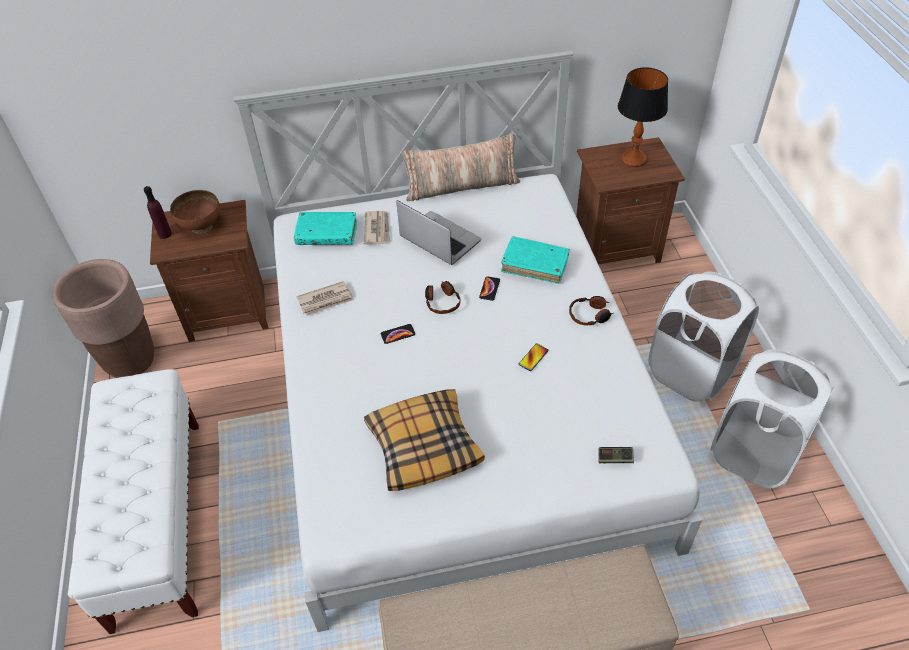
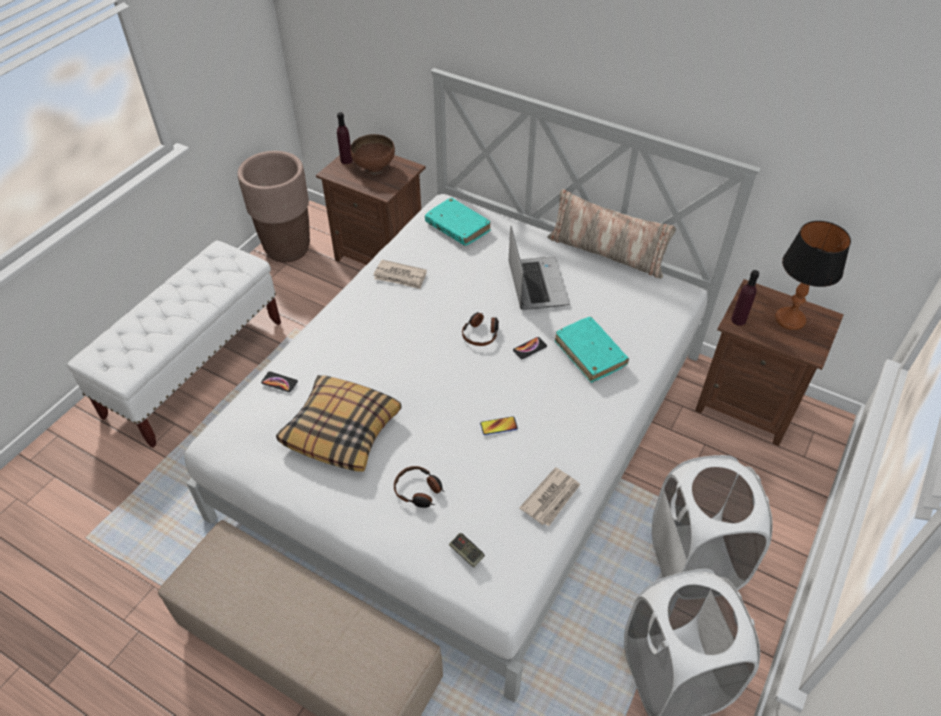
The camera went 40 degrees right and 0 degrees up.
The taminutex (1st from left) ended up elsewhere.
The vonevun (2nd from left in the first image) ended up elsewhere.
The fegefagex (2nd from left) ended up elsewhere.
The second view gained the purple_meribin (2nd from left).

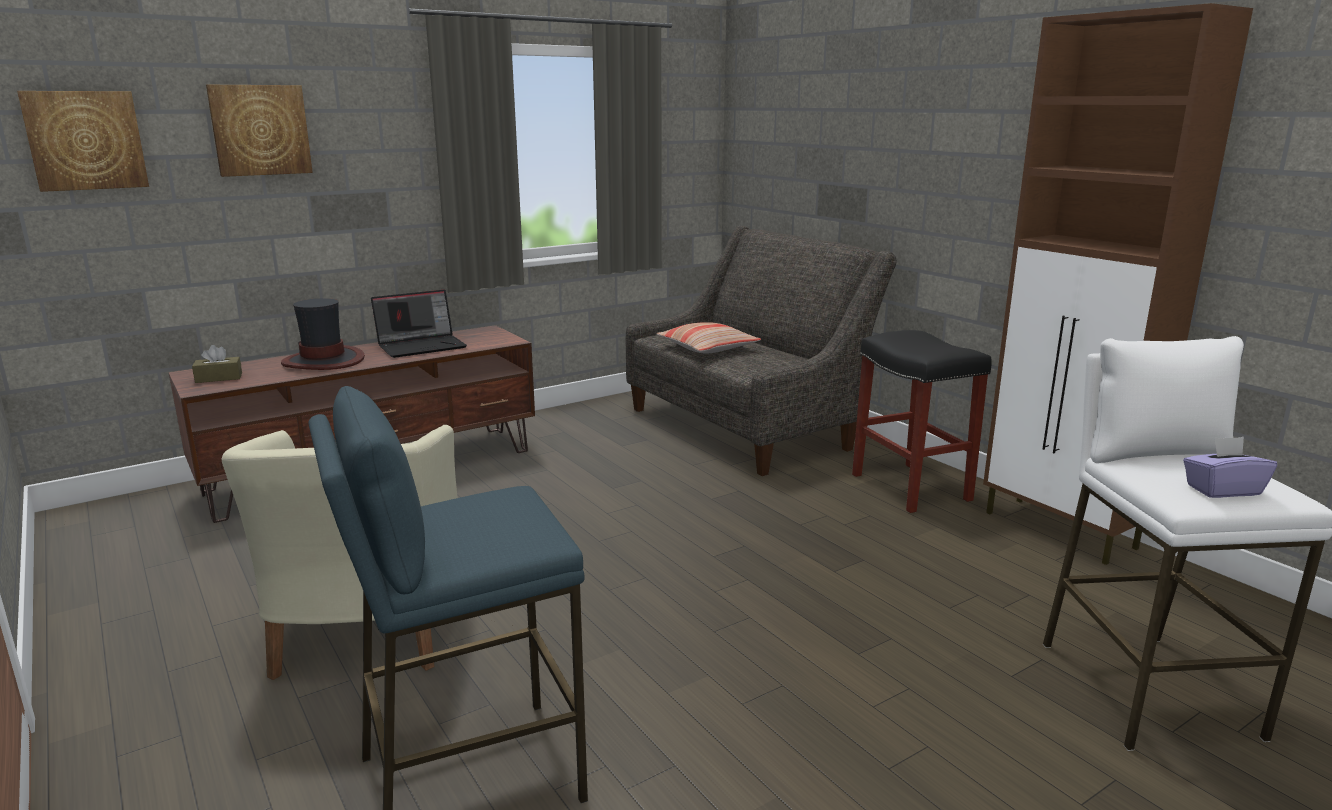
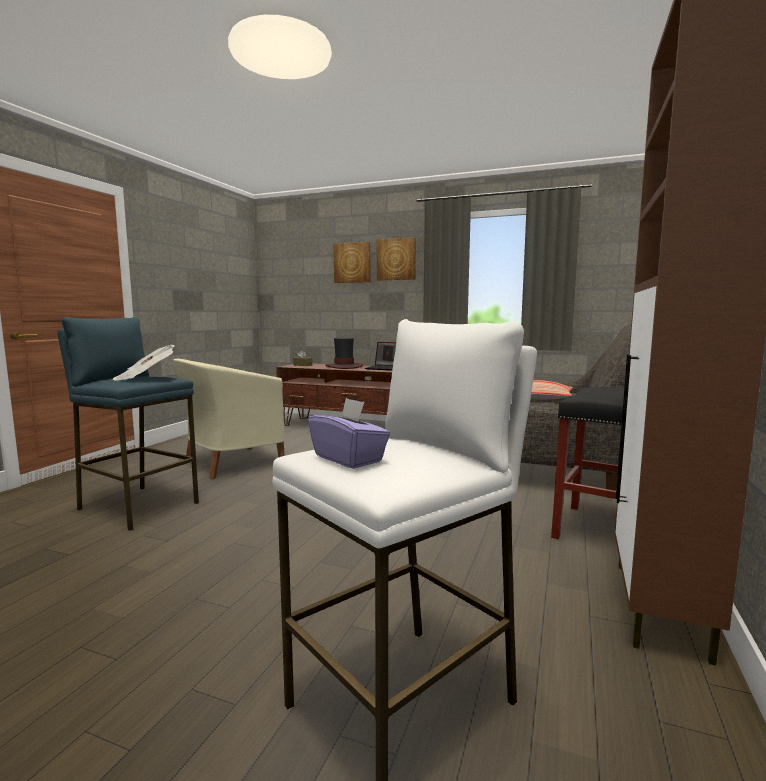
The camera went 55 degrees right and 10 degrees down.
The second view gained the fegefagex.
The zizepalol (1st from left in the first image) ended up elsewhere.

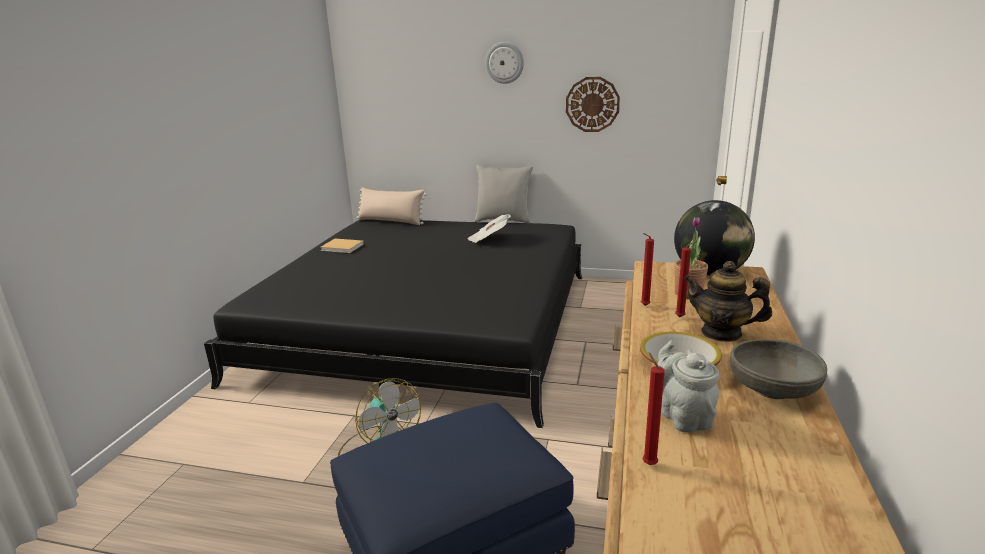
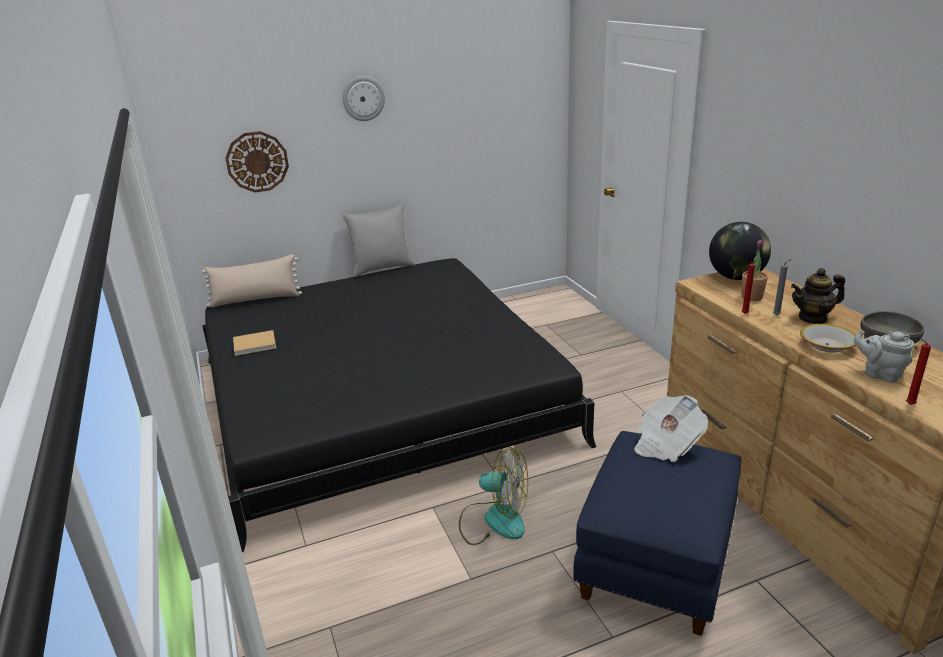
The camera went 35 degrees left and 5 degrees up.
The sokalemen (2nd from left in the first image) ended up elsewhere.
The fegefagex ended up elsewhere.
What was the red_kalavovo (3rd from left) turned into the grey_kalavovo.

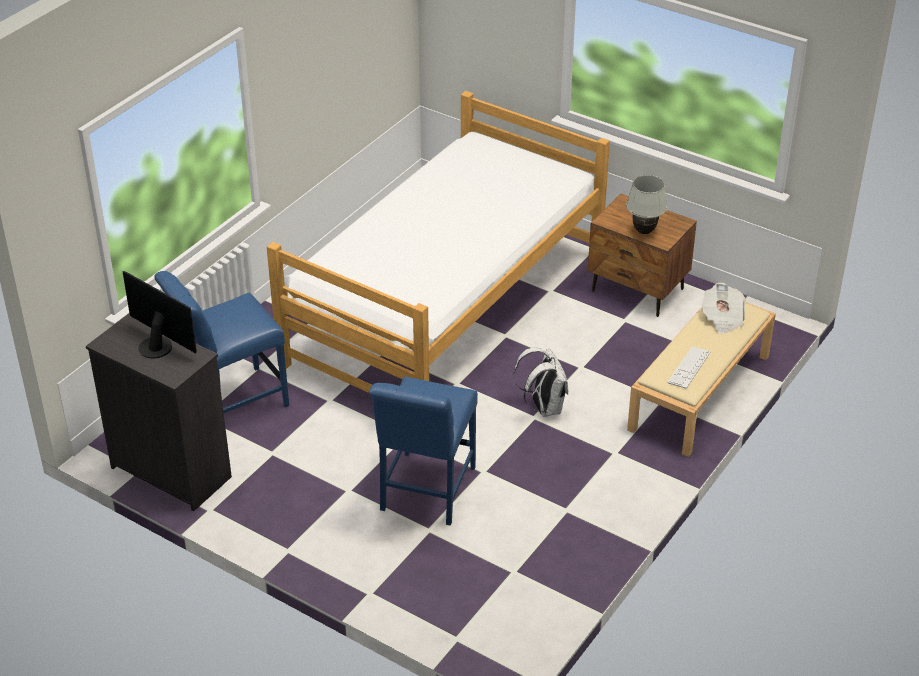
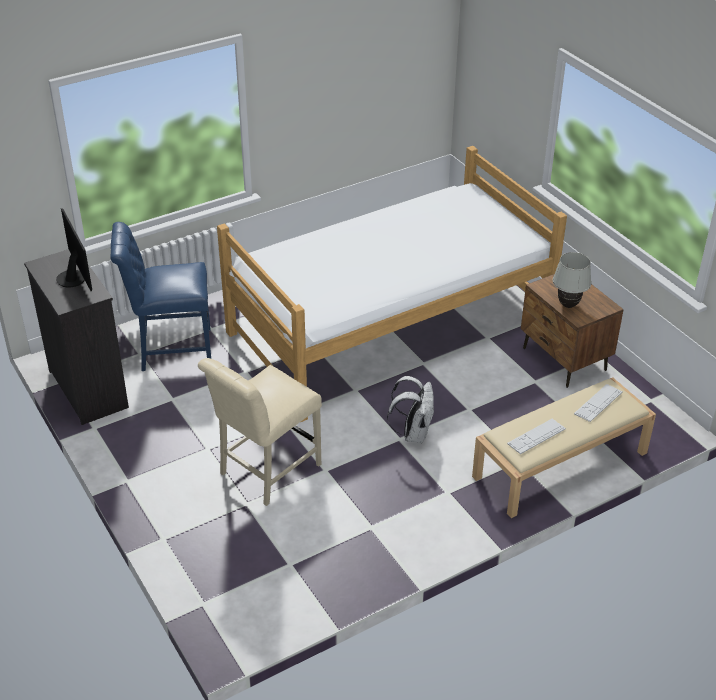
The camera went 25 degrees right and 0 degrees up.
What was the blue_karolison (2nd from left) turned into the beige_karolison.
Where the fegefagex stood, the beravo (2nd from left) came to stand.

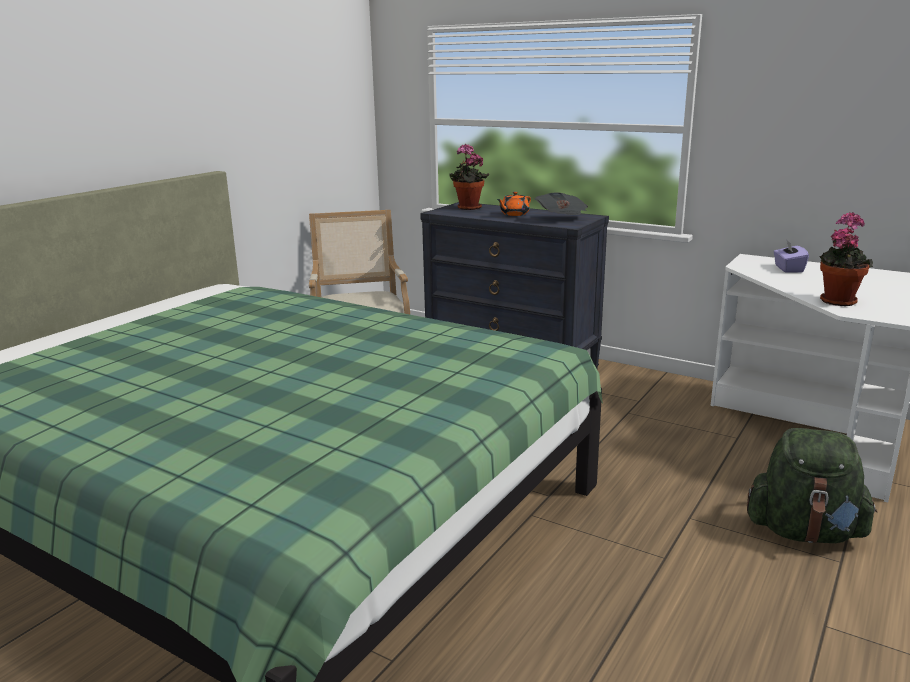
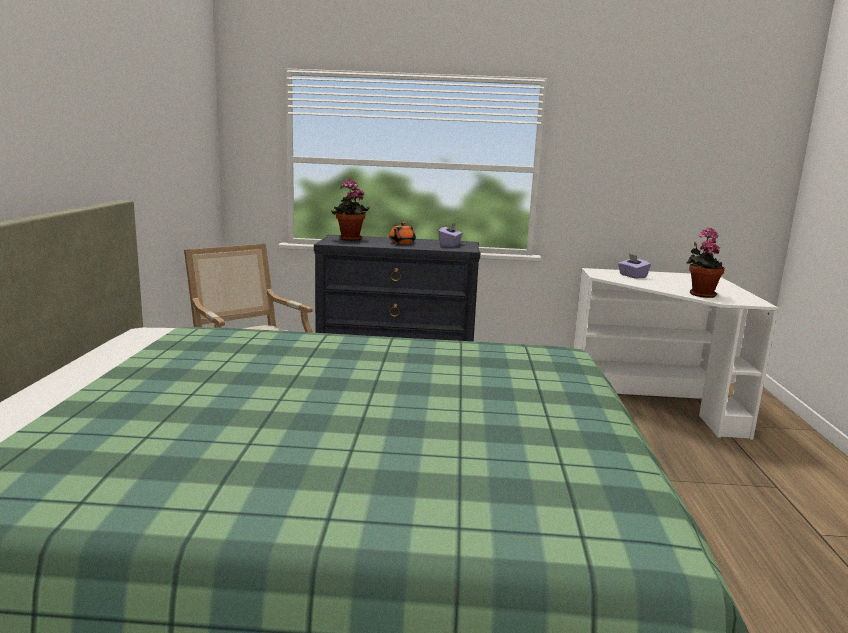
The camera went 30 degrees left and 5 degrees down.
Where the fegefagex stood, the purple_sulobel (1st from left) came to stand.
The second view lost the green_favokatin.

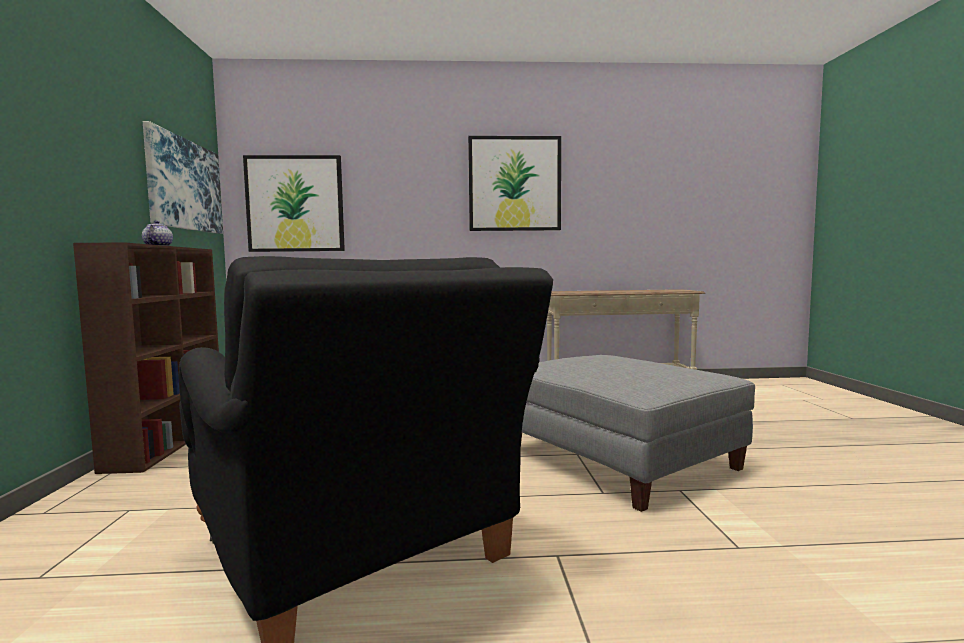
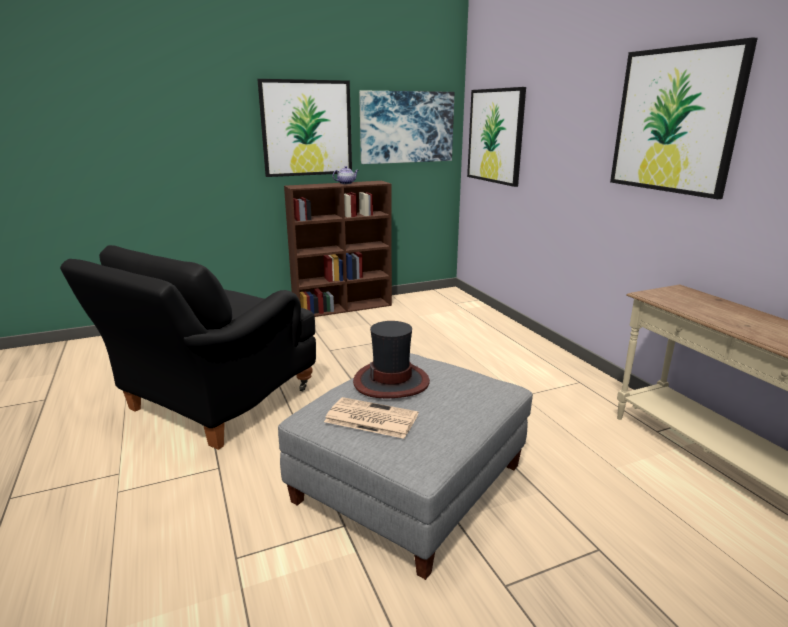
The camera went 70 degrees right and 15 degrees up.
The second view gained the zizepalol (1st from left).
The second view gained the fegefagex.
The second view gained the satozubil.

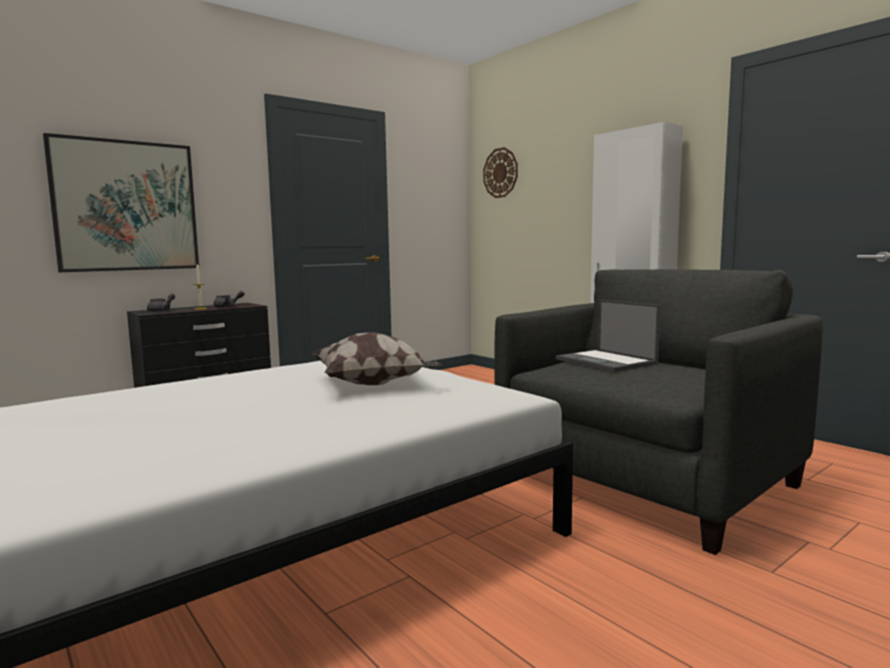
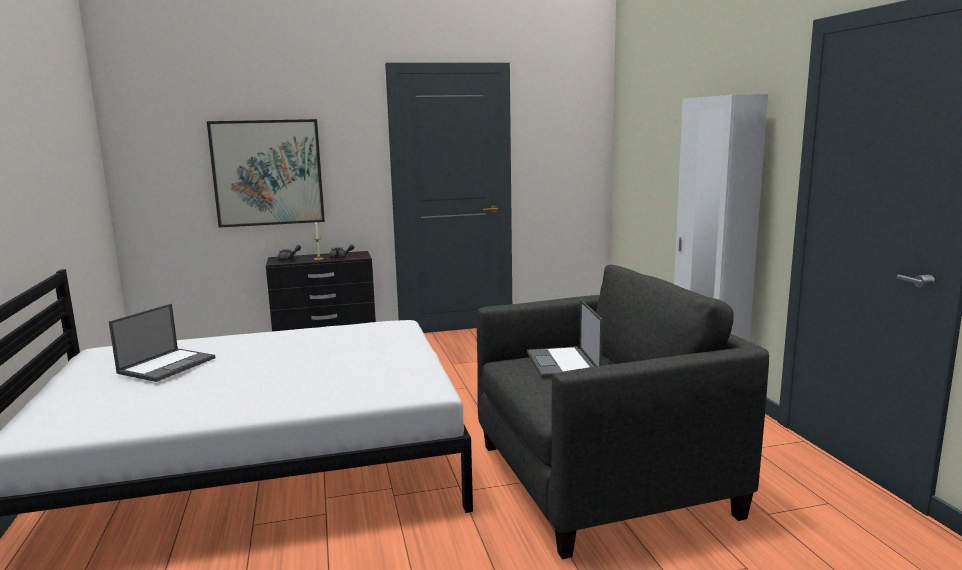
The camera went 25 degrees right and 5 degrees up.
The second view gained the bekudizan (1st from left).
The second view lost the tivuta.
The second view lost the sokalemen.

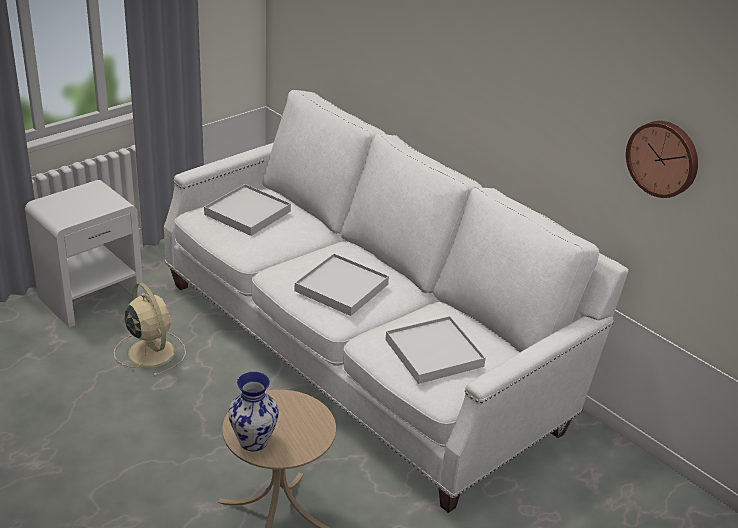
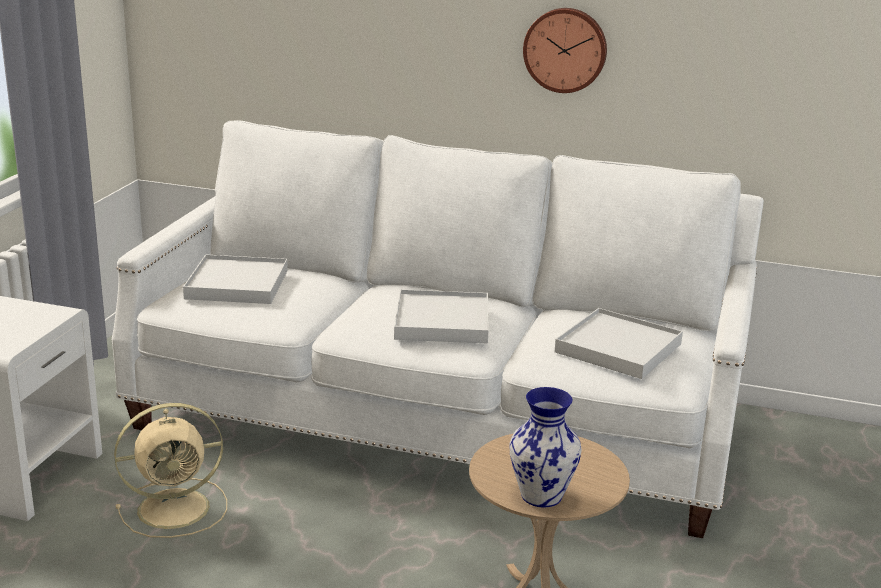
The camera went 30 degrees left and 10 degrees down.
The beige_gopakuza ended up facing another way, 135 degrees clockwise from before.
The sokalemen ended up elsewhere.

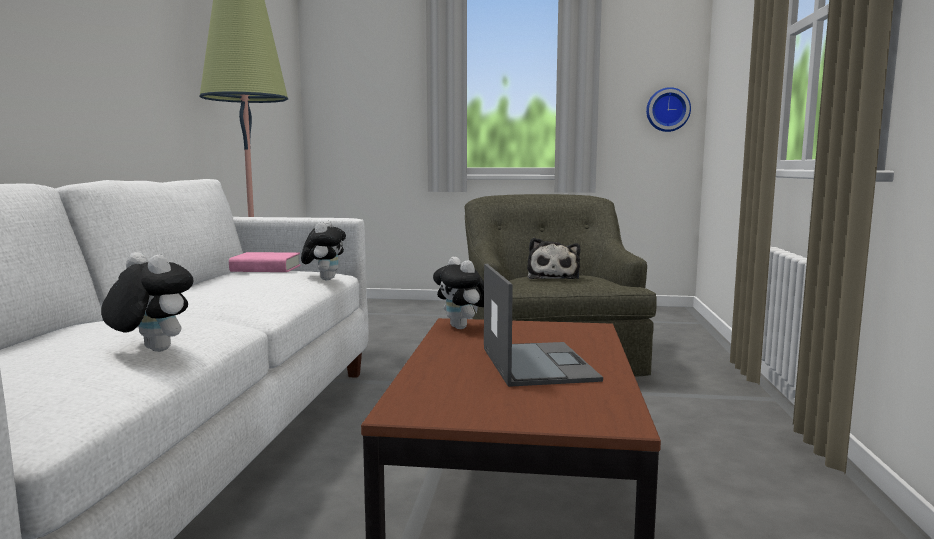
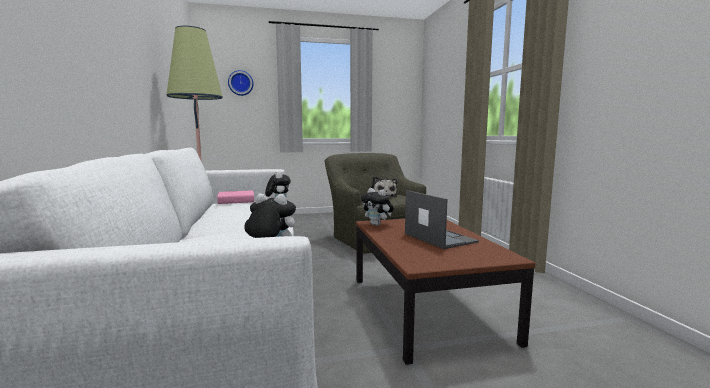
The camera went 20 degrees left and 0 degrees up.
The sokalemen ended up elsewhere.

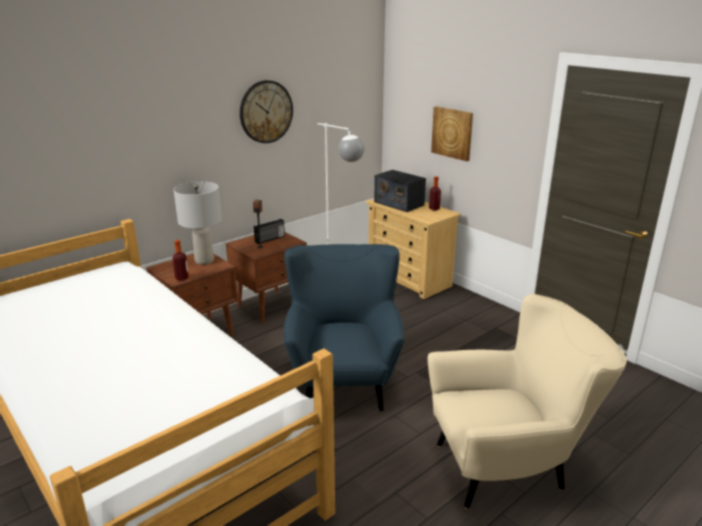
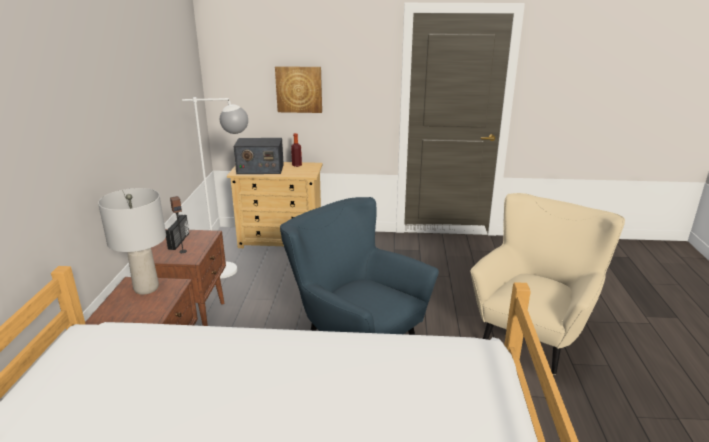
The camera went 45 degrees left and 0 degrees up.
The second view lost the meribin (1st from left).
The second view lost the sokalemen.

